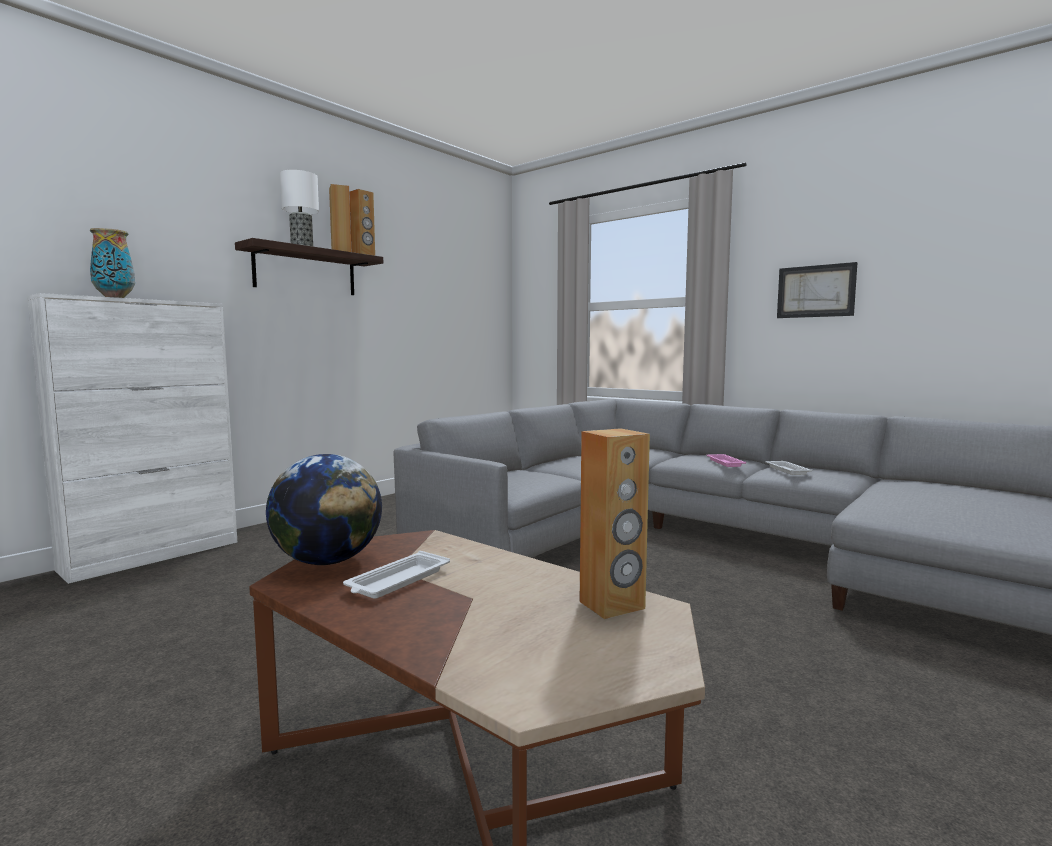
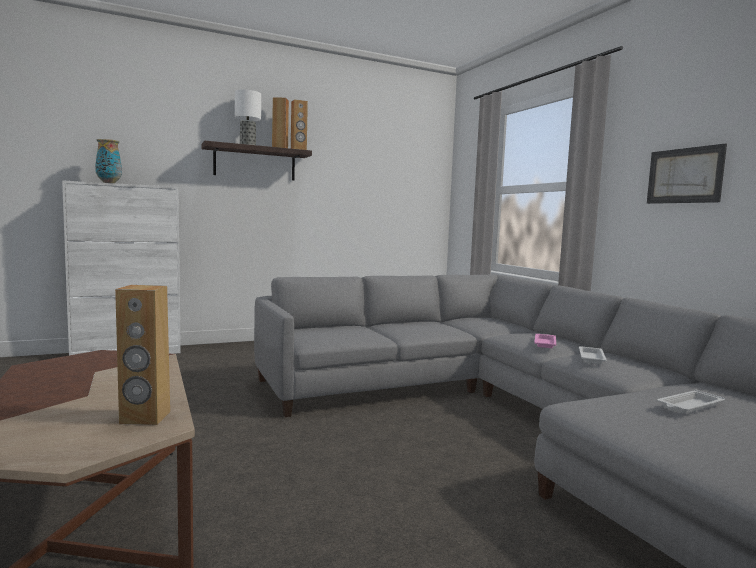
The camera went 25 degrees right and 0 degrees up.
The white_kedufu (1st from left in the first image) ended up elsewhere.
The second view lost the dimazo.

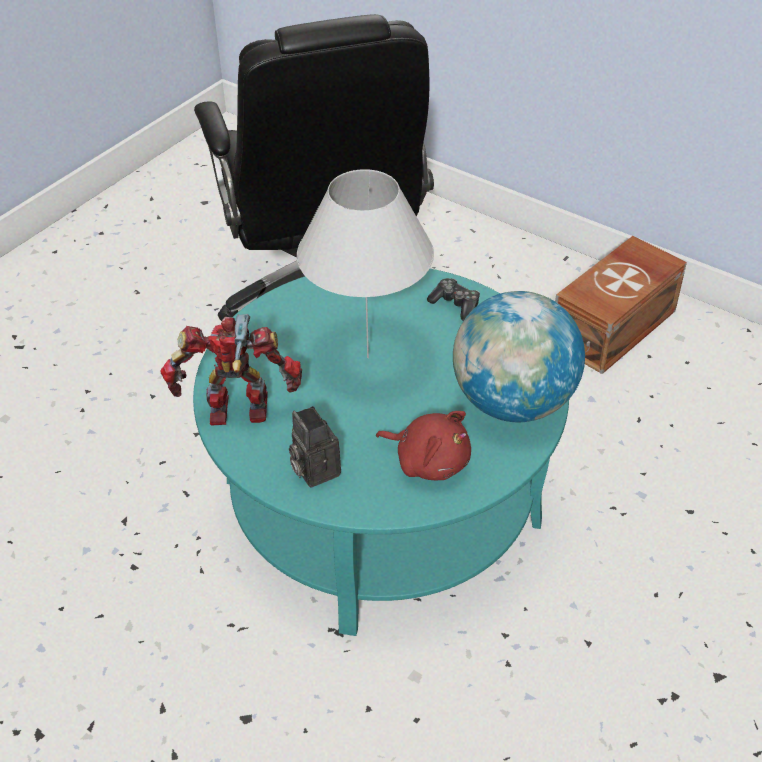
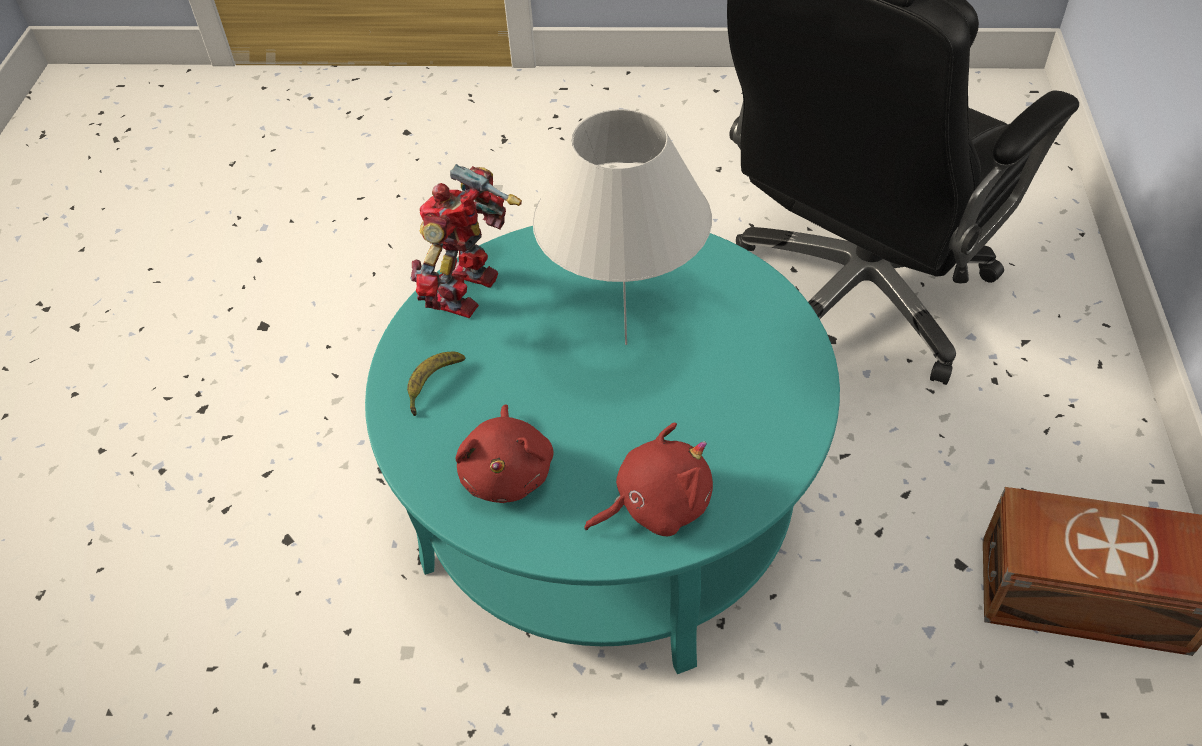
The camera went 60 degrees right and 5 degrees up.
Where the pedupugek stood, the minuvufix came to stand.
The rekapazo ended up facing another way, 120 degrees counterclockwise from before.
Where the dimazo stood, the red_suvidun (2nd from left) came to stand.
The second view lost the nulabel.

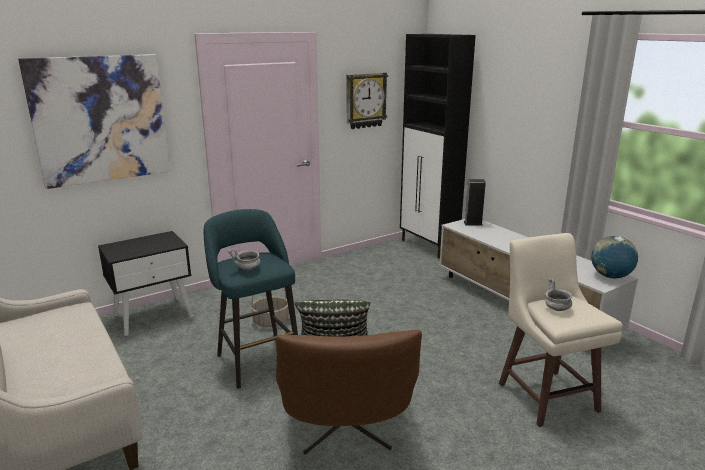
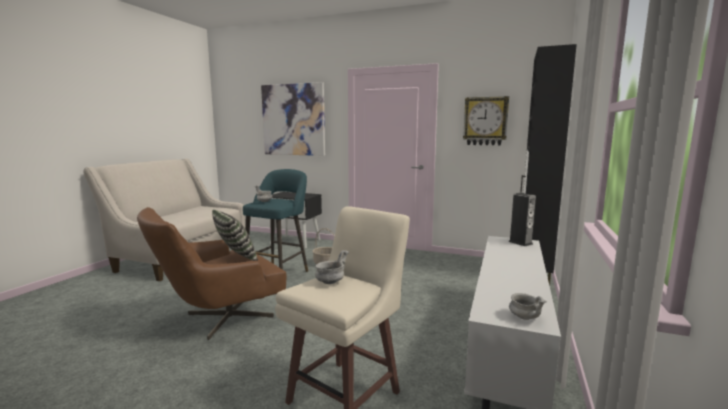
The camera went 55 degrees right and 10 degrees down.
Where the dimazo stood, the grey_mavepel (3rd from left) came to stand.

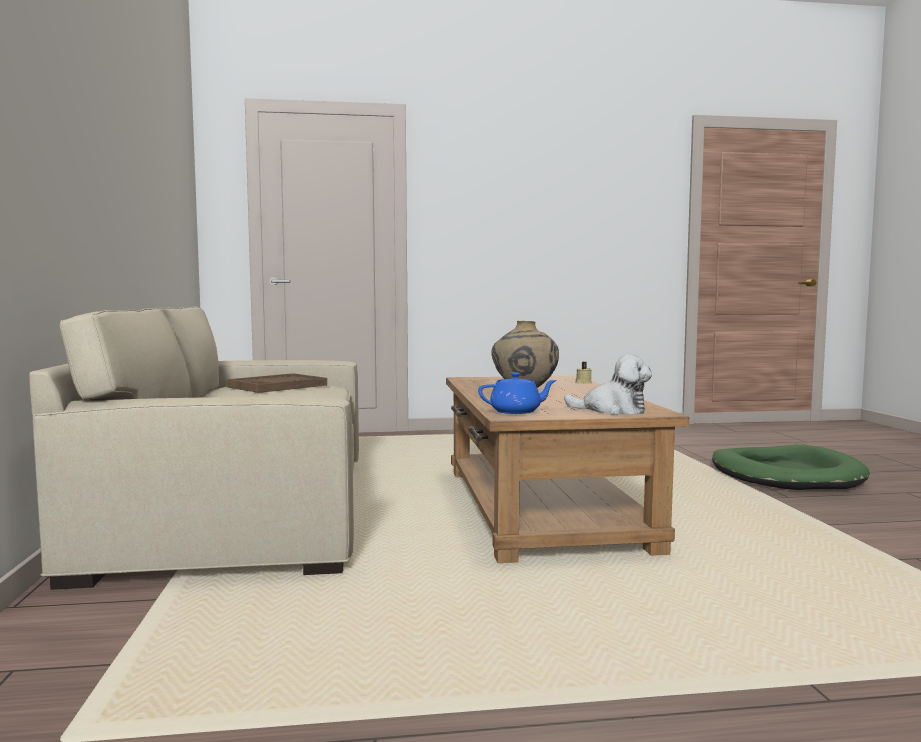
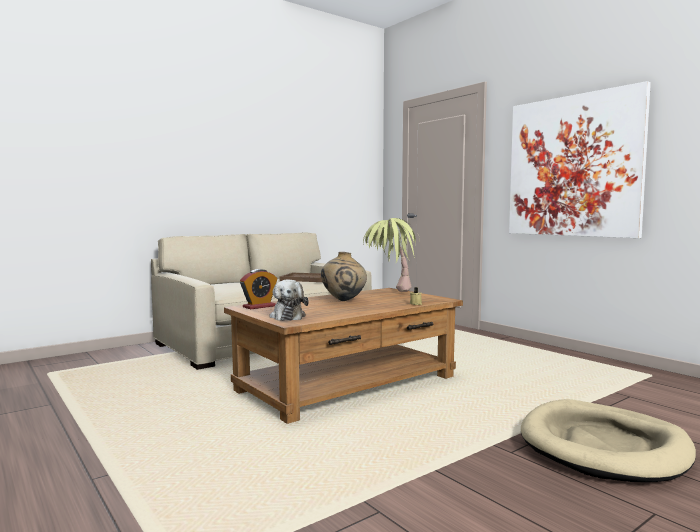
The camera went 60 degrees right and 0 degrees up.
Where the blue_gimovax stood, the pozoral came to stand.
The second view gained the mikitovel.
The second view gained the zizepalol.
What was the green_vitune turned into the beige_vitune.

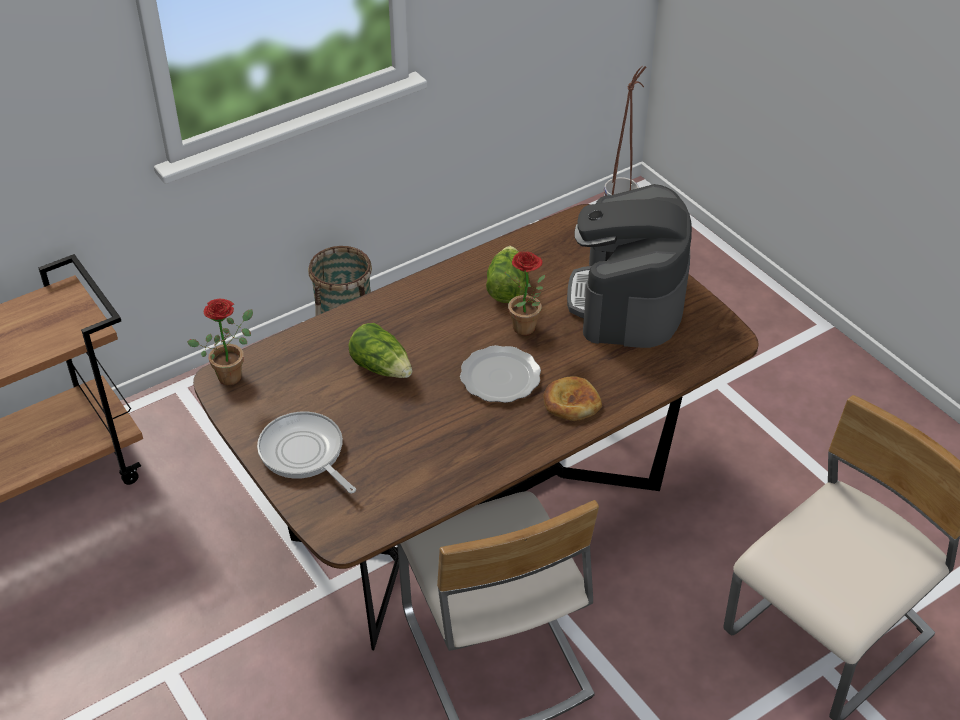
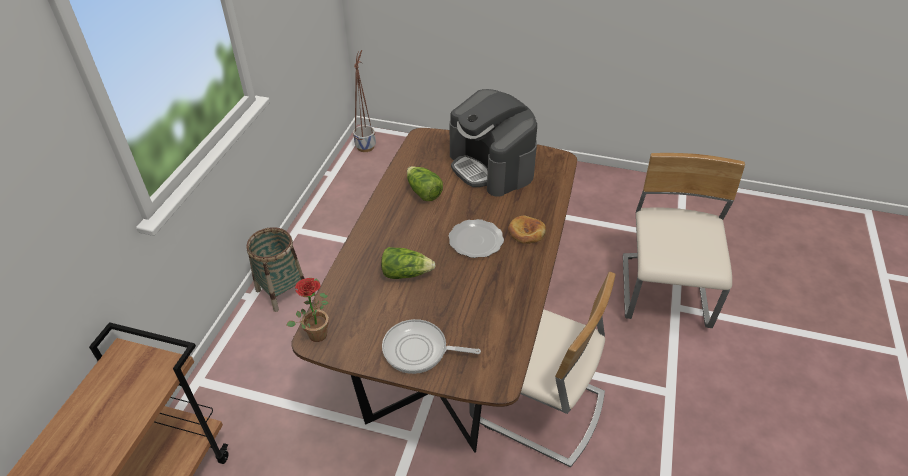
The camera went 40 degrees left and 0 degrees up.
The second view lost the mikitovel (2nd from left).

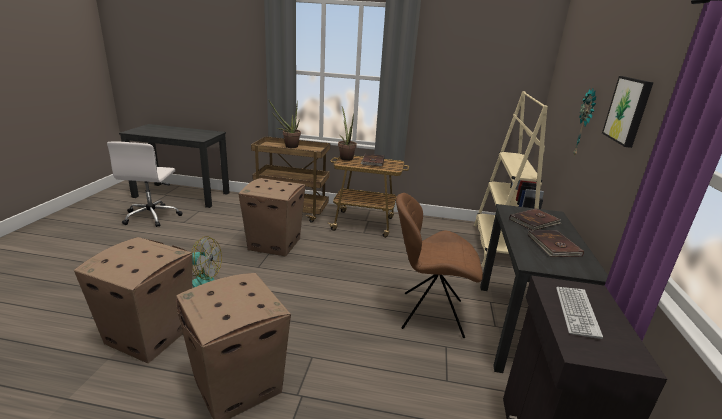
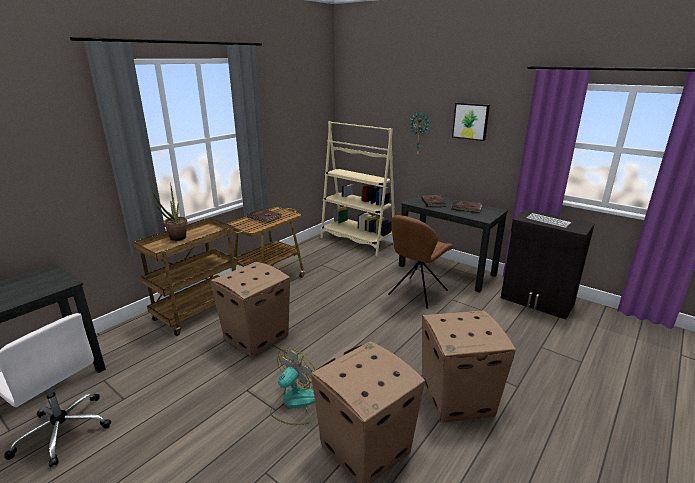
The camera went 60 degrees left and 0 degrees up.
The second view lost the mikitovel (2nd from left).

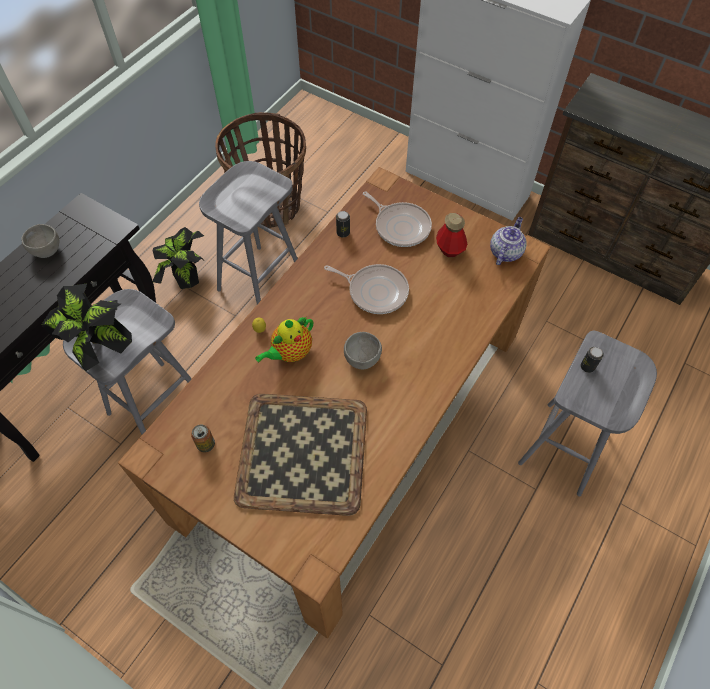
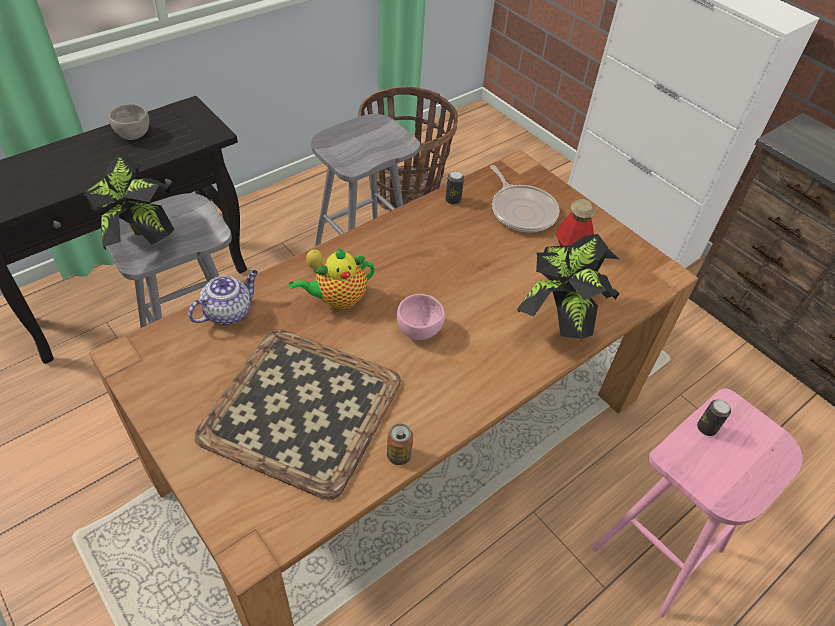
The camera went 15 degrees right and 10 degrees down.
The gimovax (2nd from left in the first image) ended up elsewhere.
The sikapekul (1st from left) ended up elsewhere.
What was the grey_mavepel (2nd from left) turned into the pink_mavepel.
The mikitovel (2nd from left) ended up elsewhere.
What was the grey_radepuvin (3rd from left) turned into the pink_radepuvin.
The second view lost the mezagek (1st from left).

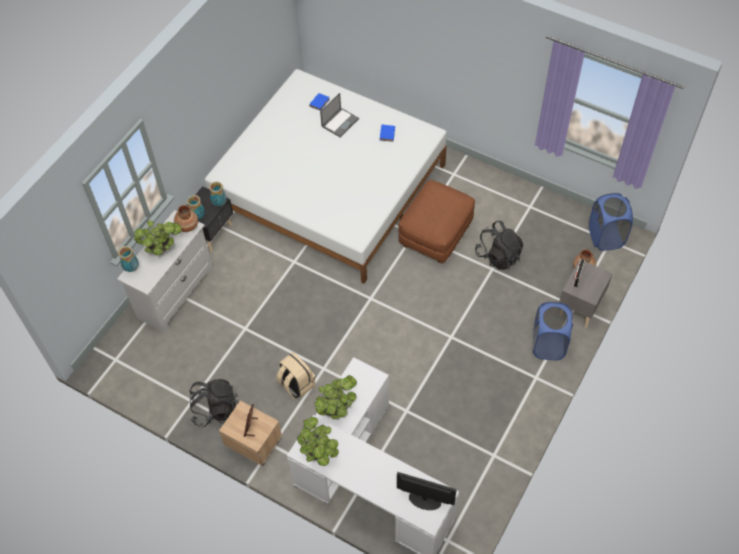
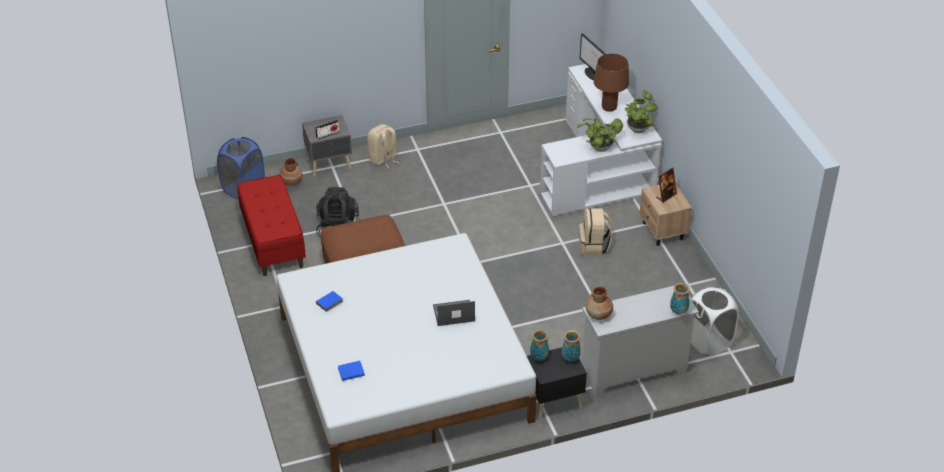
The camera went 140 degrees left and 15 degrees down.
The second view gained the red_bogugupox.
Where the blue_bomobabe (1st from left) stood, the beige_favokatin (1st from left) came to stand.
The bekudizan ended up elsewhere.
The second view gained the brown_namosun.
The second view gained the white_bomobabe.
The second view lost the mikitovel (1st from left).
The second view lost the black_favokatin (1st from left).

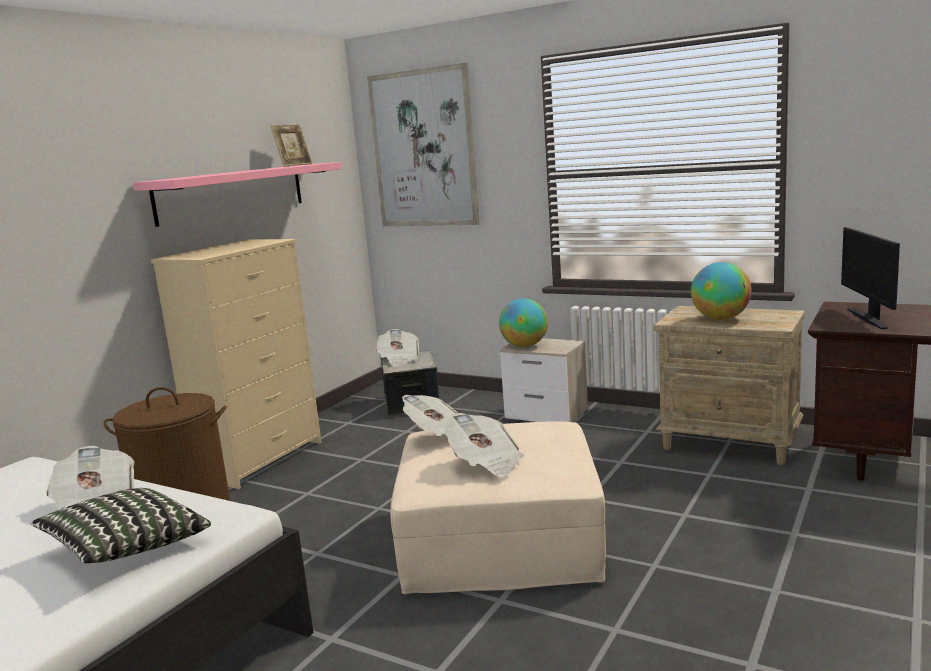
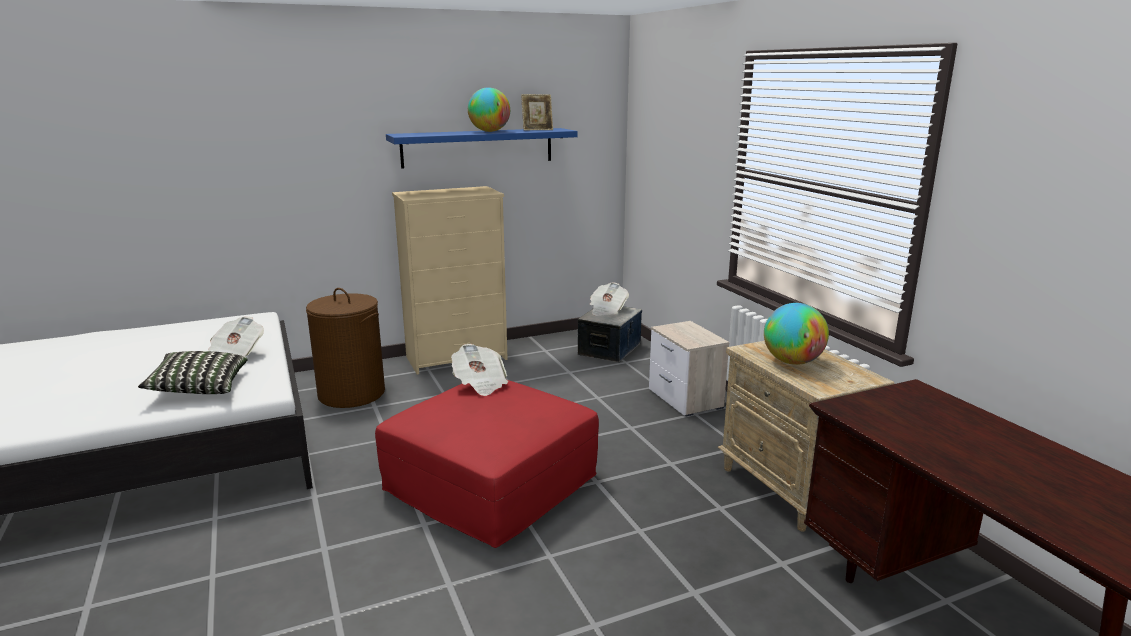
The camera went 35 degrees right and 5 degrees up.
What was the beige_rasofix turned into the red_rasofix.
What was the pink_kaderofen turned into the blue_kaderofen.
The dimazo (1st from left) ended up elsewhere.
The second view lost the zizepalol.
The second view lost the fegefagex (4th from left).
The second view lost the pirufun.

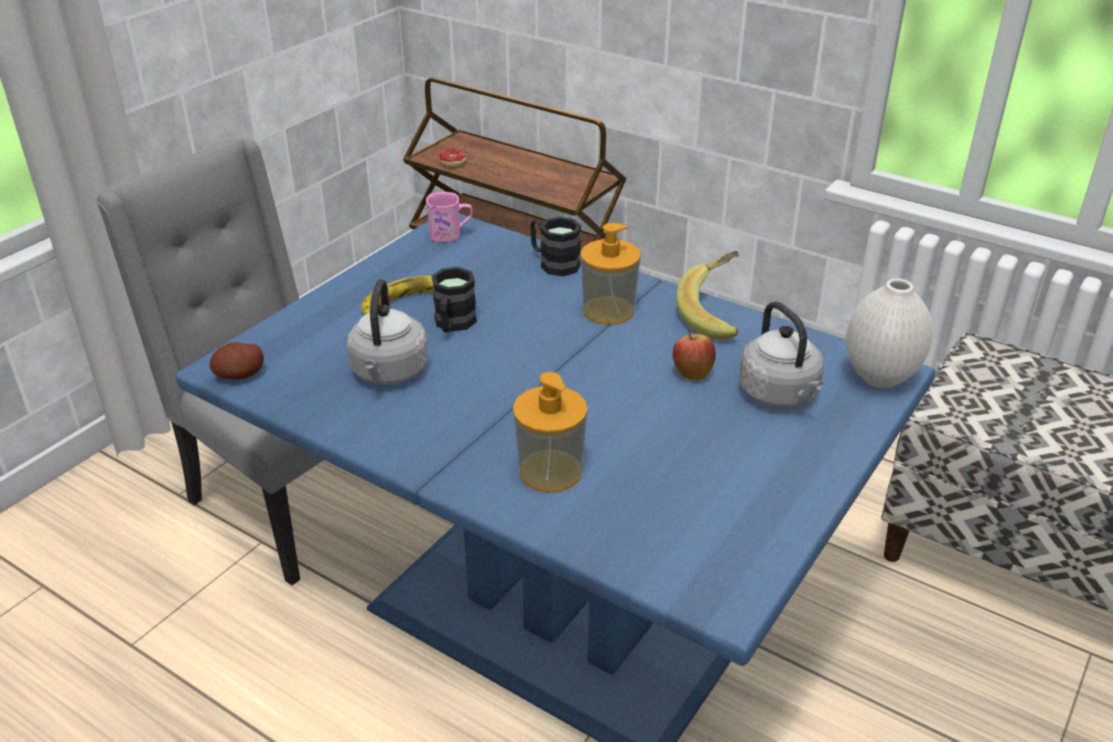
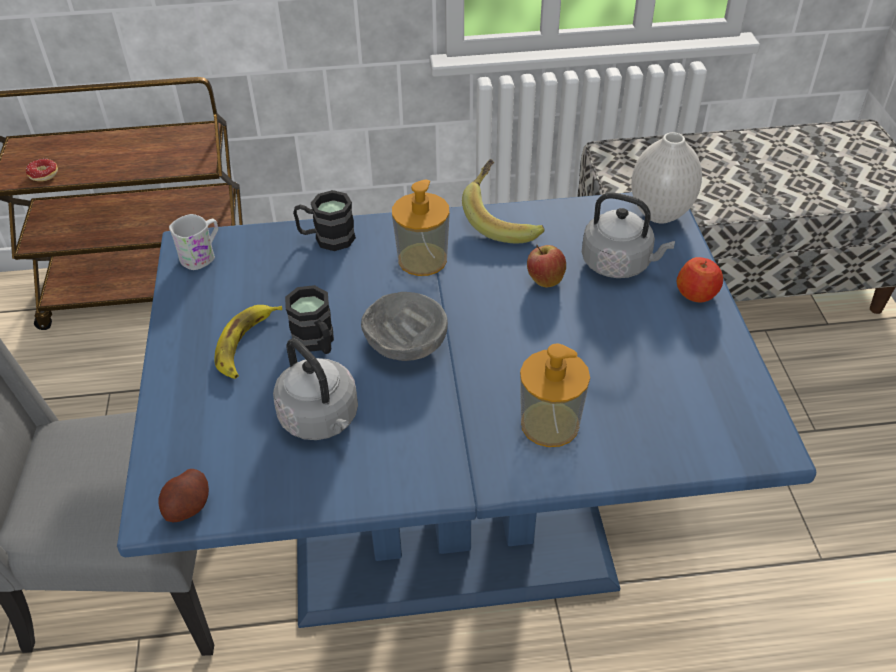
The camera went 40 degrees left and 10 degrees up.
What was the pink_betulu turned into the white_betulu.
The second view gained the grey_mavepel.
The second view gained the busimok (2nd from left).

